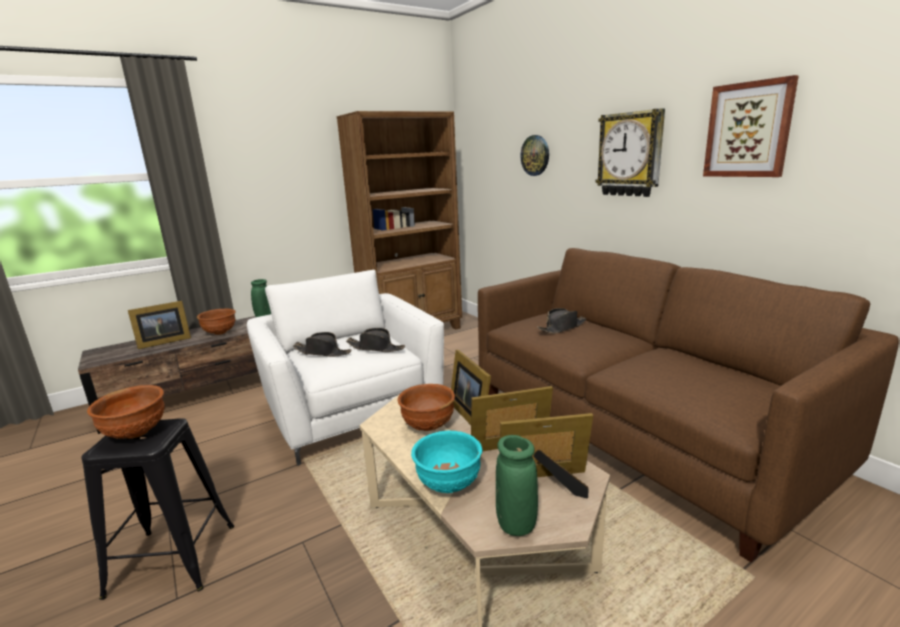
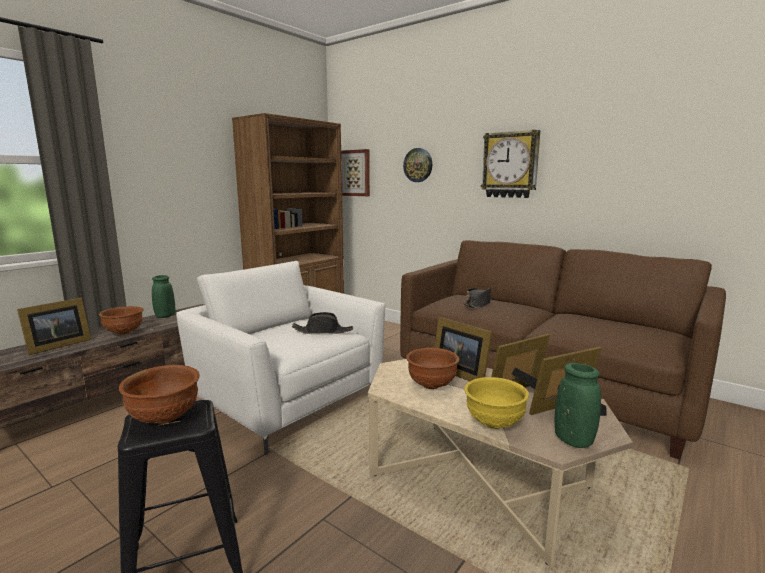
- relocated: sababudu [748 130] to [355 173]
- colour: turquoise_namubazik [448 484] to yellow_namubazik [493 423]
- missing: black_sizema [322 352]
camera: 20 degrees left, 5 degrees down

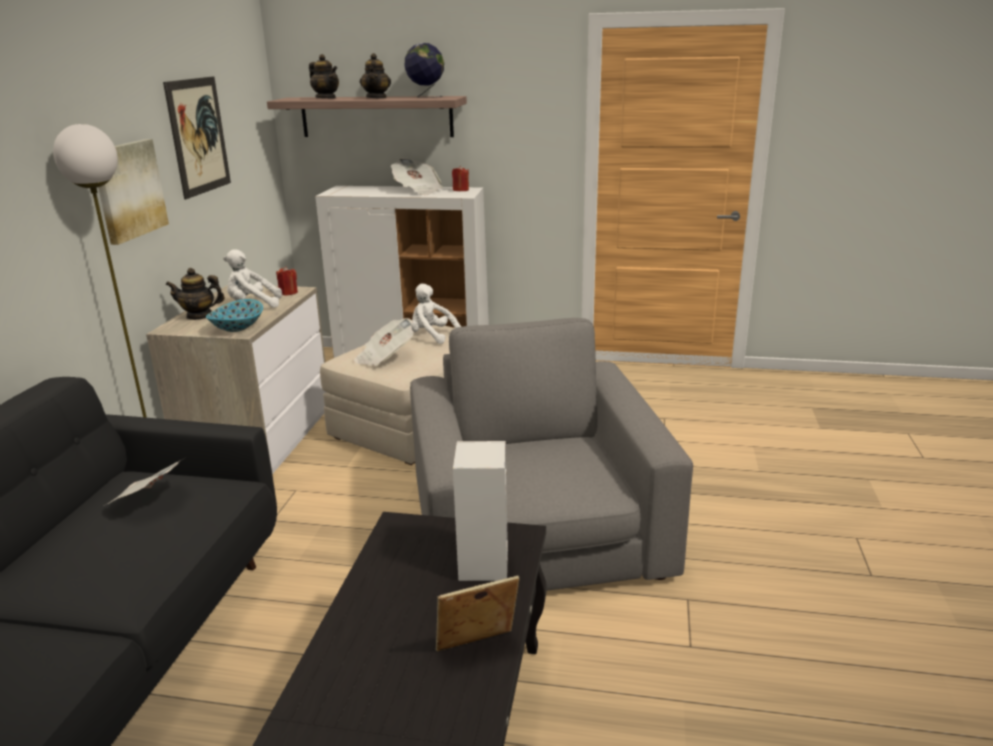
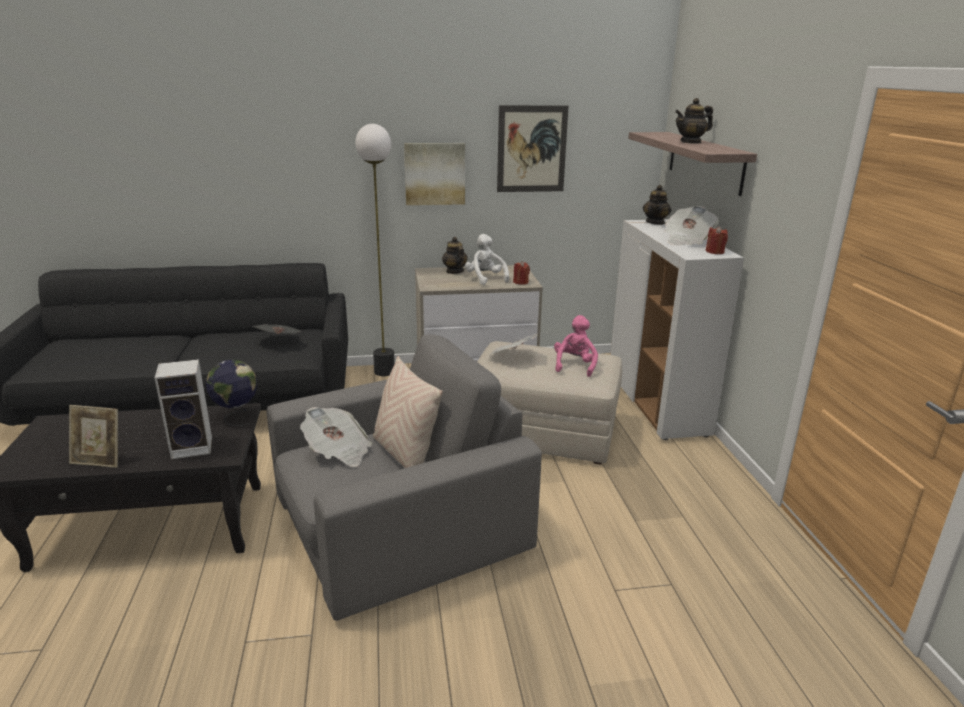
- spun: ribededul [477 650] = [99 460] 135 degrees clockwise
- relocated: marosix [426 97] to [236 417]
- appeared: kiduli [338 452]
- appeared: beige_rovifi [404 454]
- colour: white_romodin [432 336] to pink_romodin [574 365]
- relocated: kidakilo [326 98] to [655 222]
- missing: namubazik [237 328]
camera: 70 degrees right, 0 degrees up

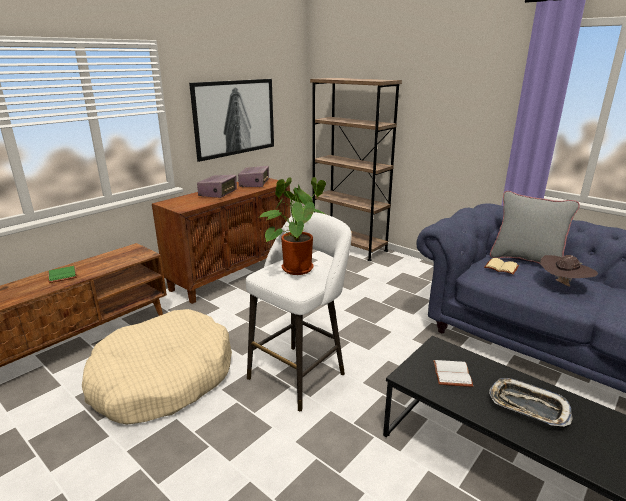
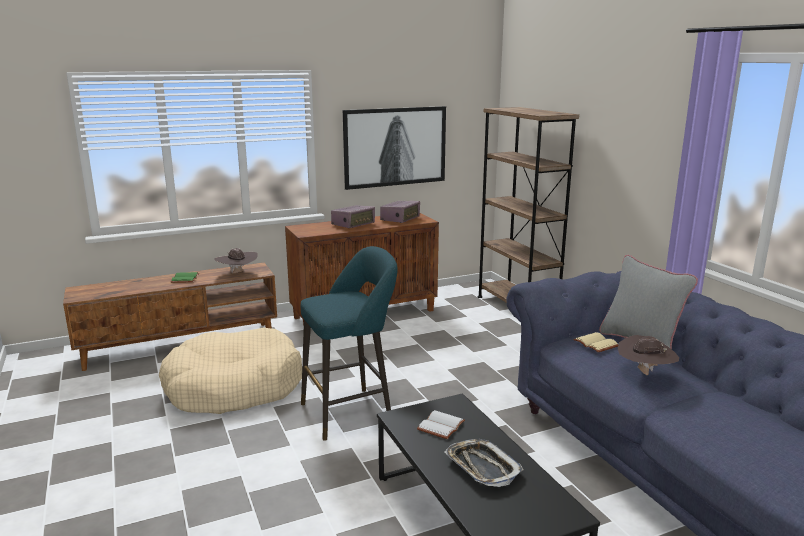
- appeared: brown_sizema [237 273]
- colour: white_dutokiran [300 373] to turquoise_dutokiran [351 412]
- missing: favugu [296 267]
camera: 25 degrees right, 5 degrees down

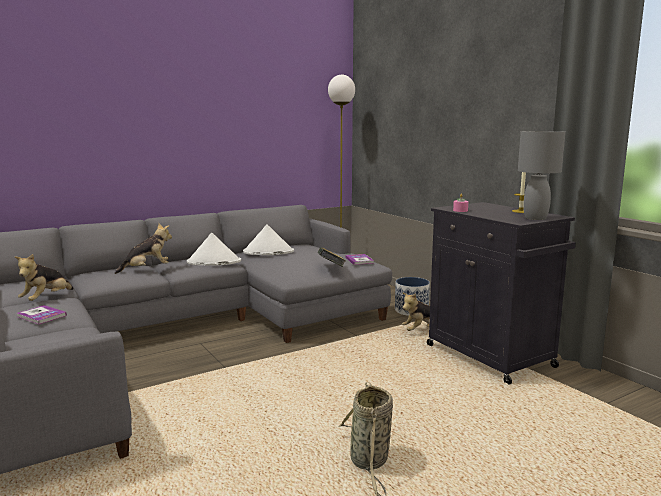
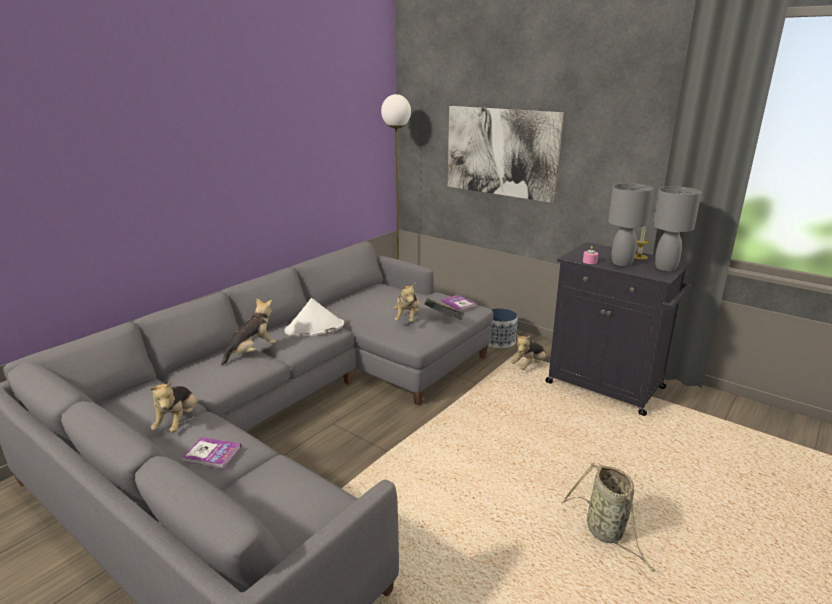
- appeared: romodin [407 318]
- appeared: sababudu [501 152]
- appeared: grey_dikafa [622 263]
- missing: white_sizema [268 252]
camera: 20 degrees left, 10 degrees up

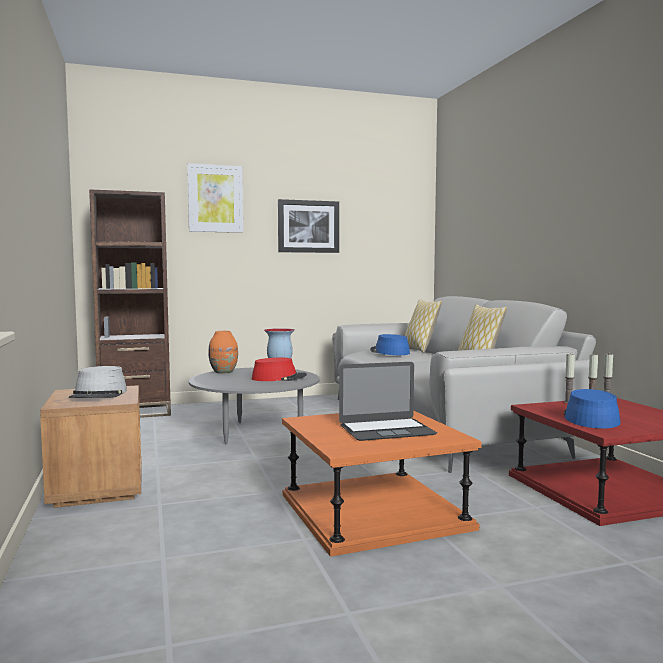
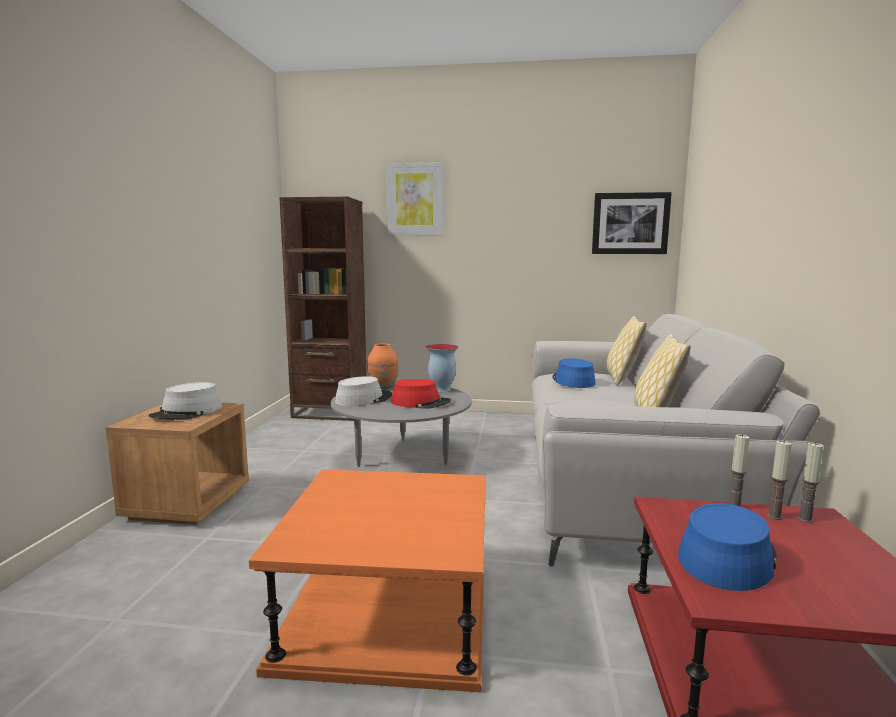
- appeared: grey_sizema [364 399]
- relocated: sababudu [308 226] to [630 223]
- missing: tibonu [386 430]
camera: 25 degrees right, 5 degrees up

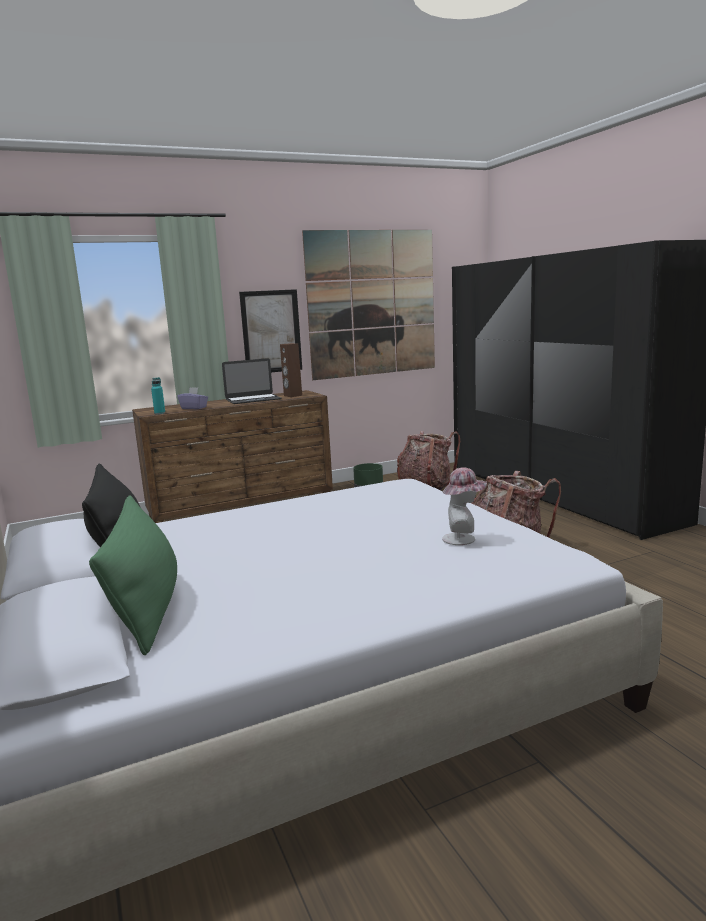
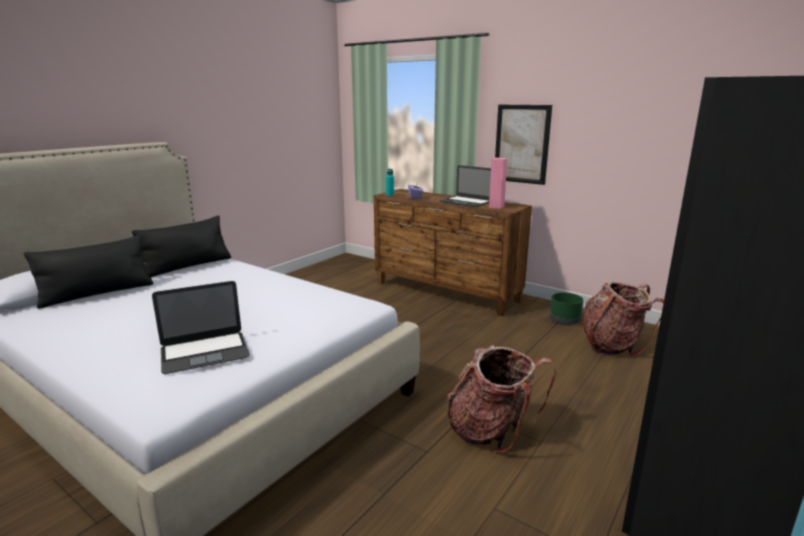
- colour: green_rovifi [146 609] to black_rovifi [97 294]
- exchanged: sizema [463 538] to tibonu [205 352]
- colour: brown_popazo [292 395] to pink_popazo [496 207]
- missing: sababudu [372 303]
camera: 60 degrees right, 5 degrees up

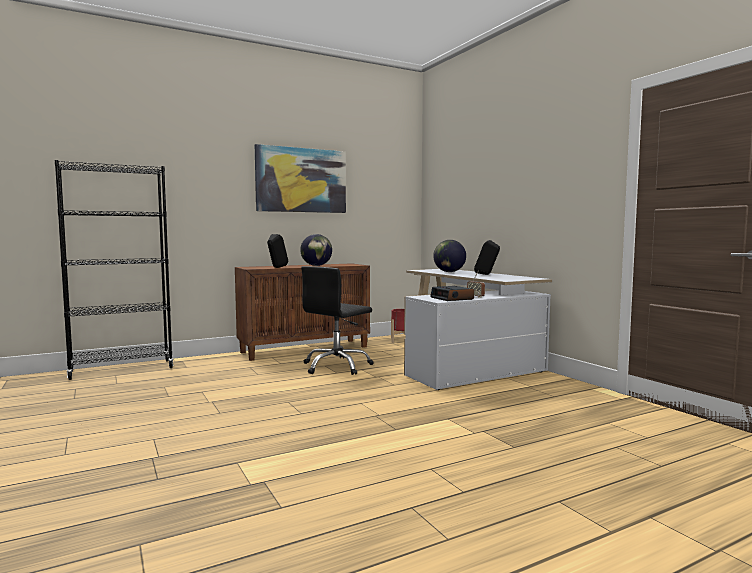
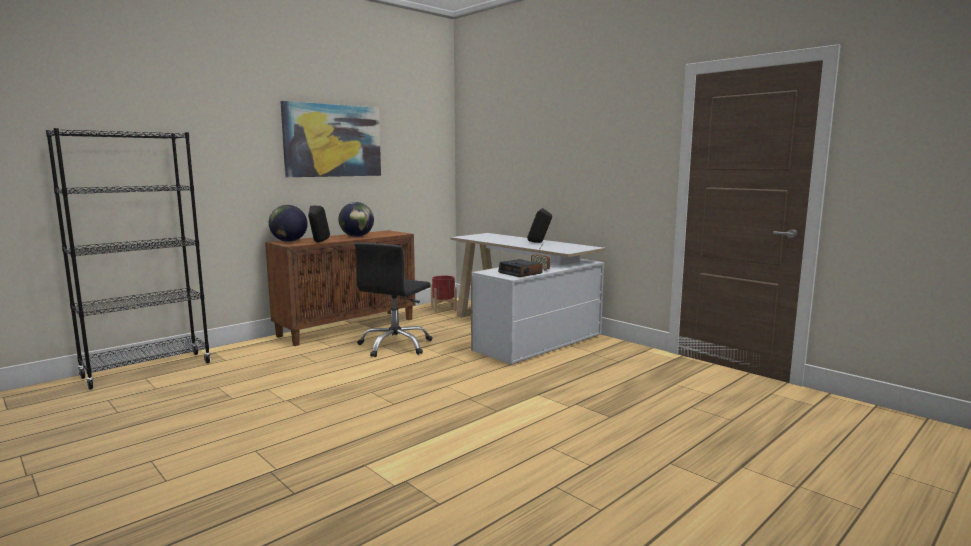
- relocated: marosix [449 272] to [289 241]
camera: 15 degrees left, 5 degrees up

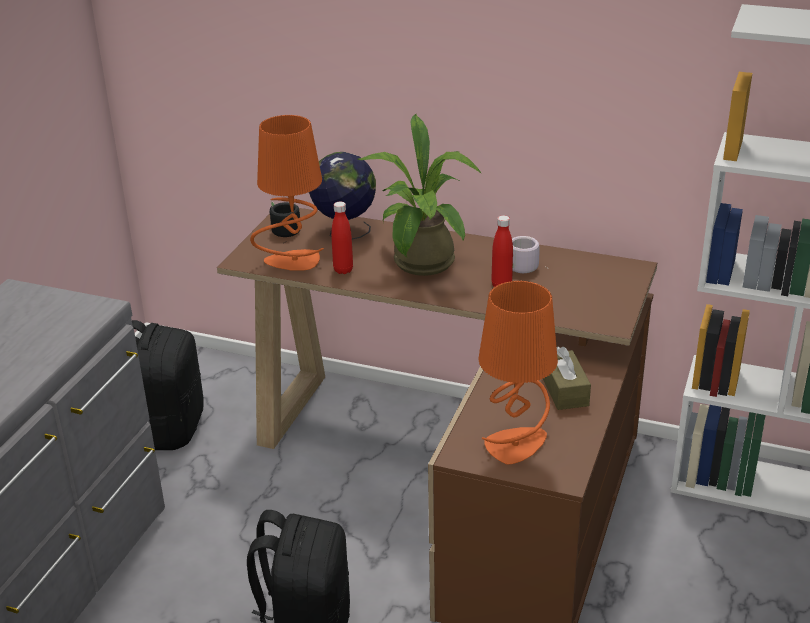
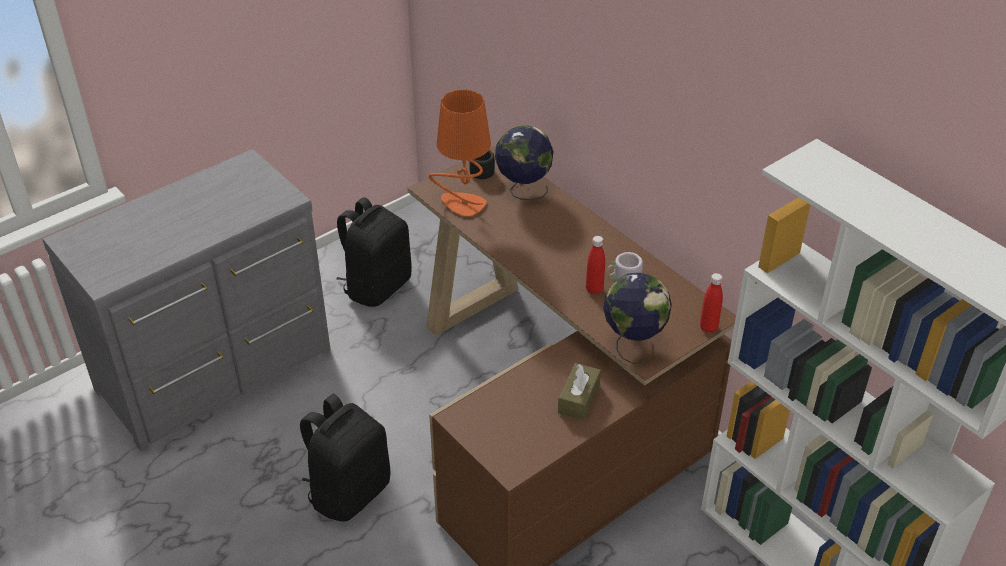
- appeared: marosix [633 343]
- relocated: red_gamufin [343 270] to [708 327]
- missing: favugu [422 267]
- missing: orange_dikafa [516 445]
camera: 30 degrees right, 10 degrees up

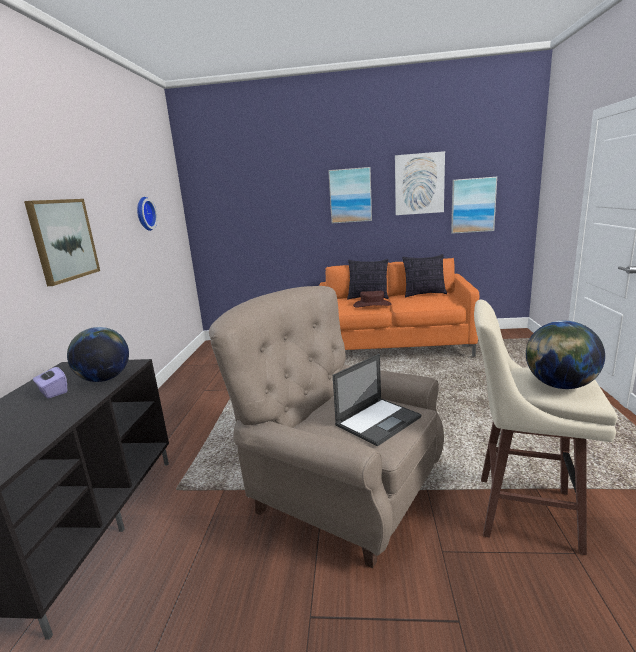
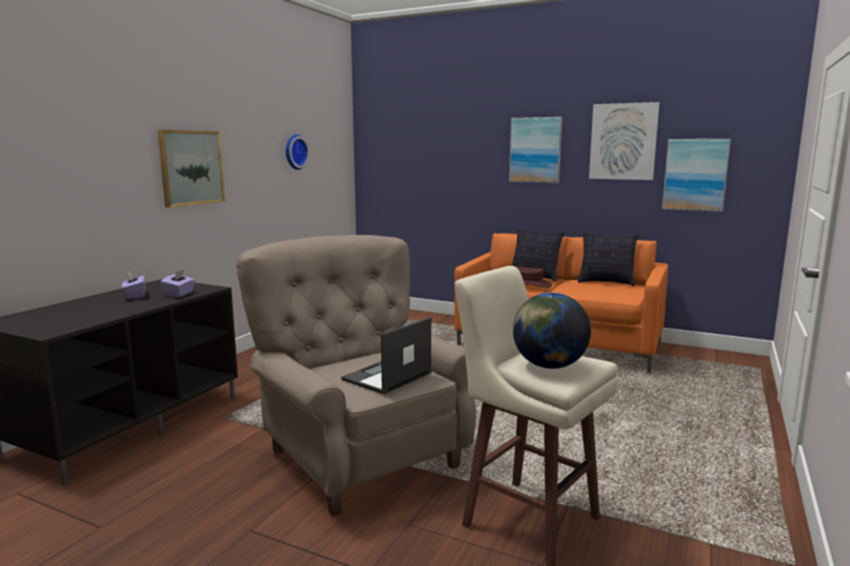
- exchanged: marosix [104 379] to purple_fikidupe [179 294]
- spun: tibonu [378 420] = [386 376] 150 degrees clockwise
camera: 20 degrees right, 5 degrees down

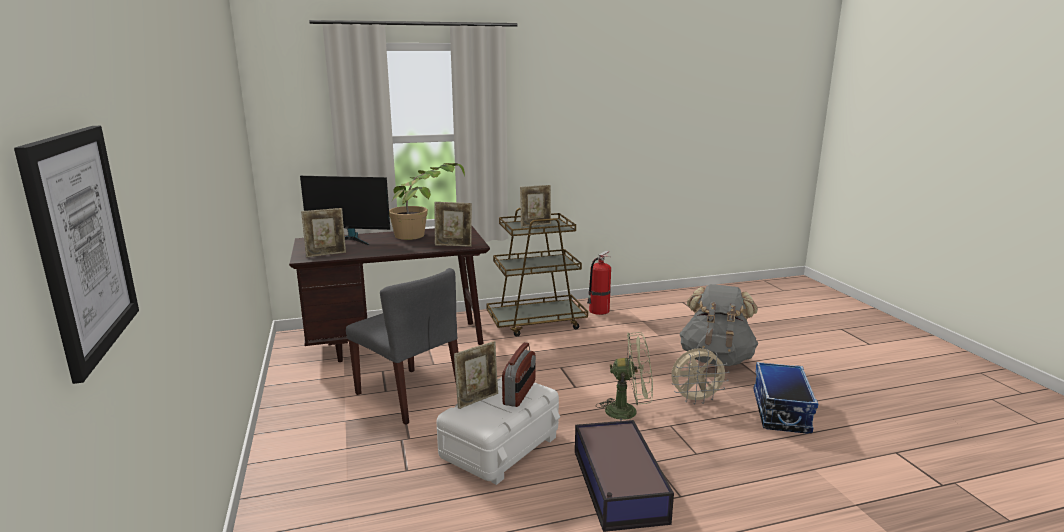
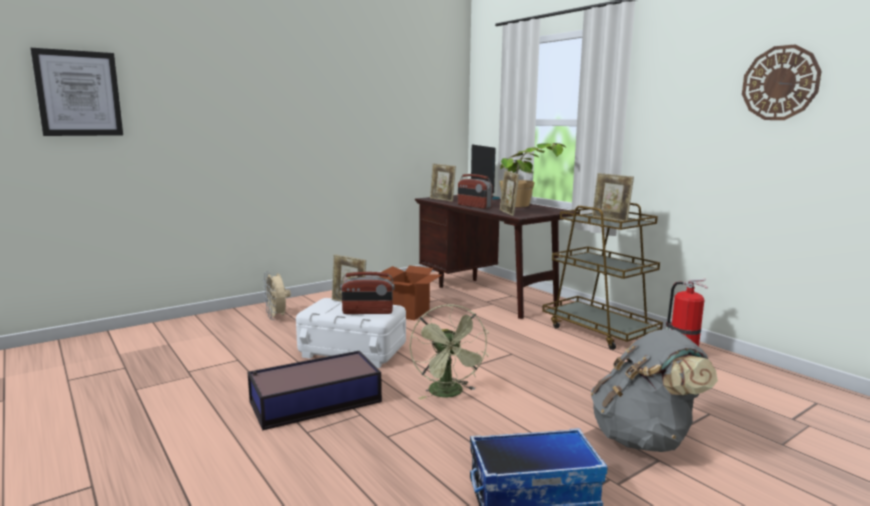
- relocated: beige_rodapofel [695 400] to [277 317]
- exchanged: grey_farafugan [410 395] to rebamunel [409 313]
- appeared: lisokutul [474 206]
- appeared: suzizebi [780 83]
camera: 70 degrees right, 5 degrees down

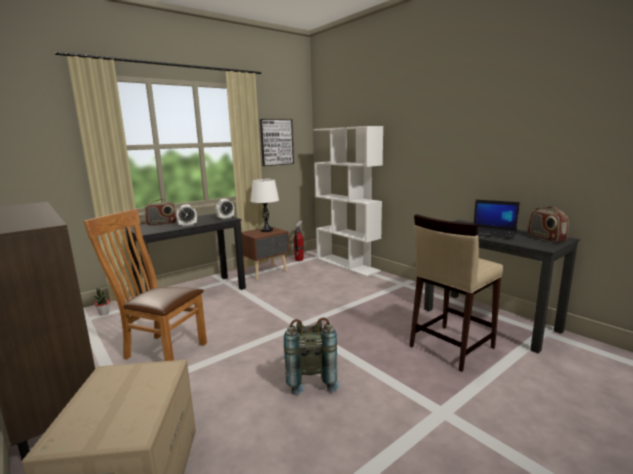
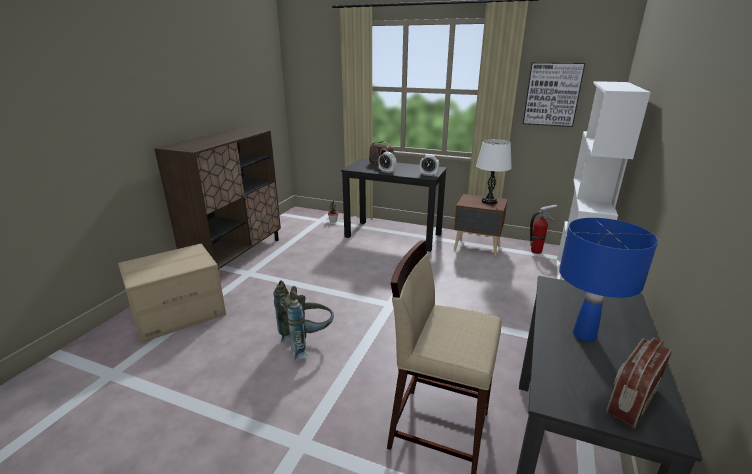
- exchanged: tibonu [492 233] to blue_dikafa [584 335]
- missing: brown_farafugan [161 350]
camera: 60 degrees right, 10 degrees up

